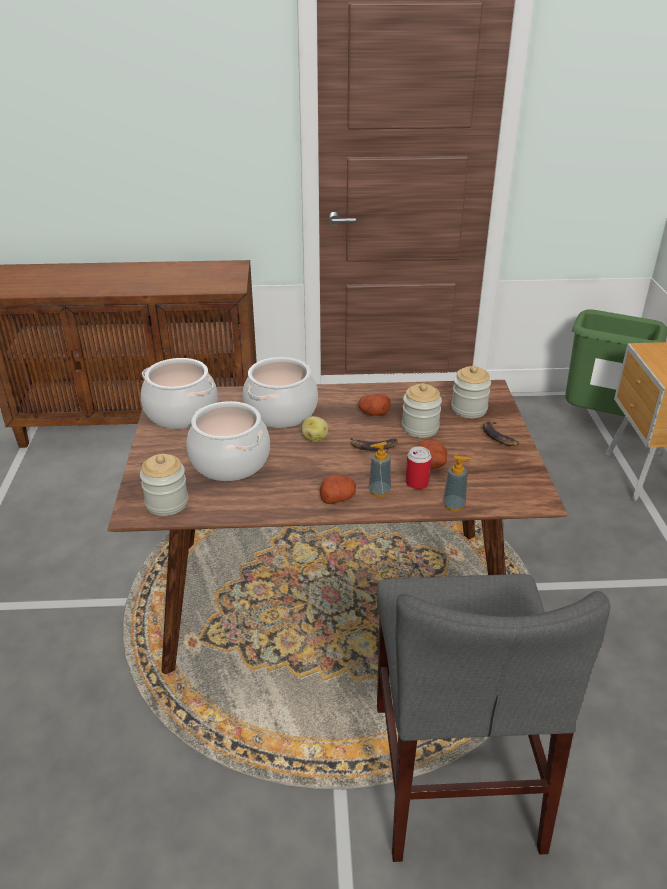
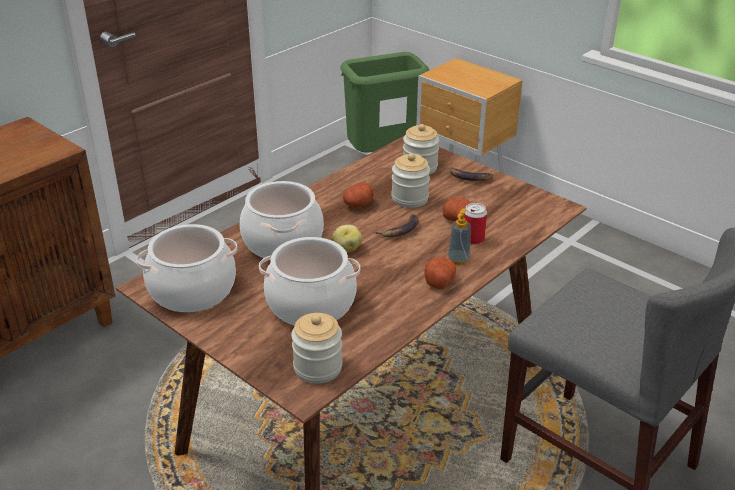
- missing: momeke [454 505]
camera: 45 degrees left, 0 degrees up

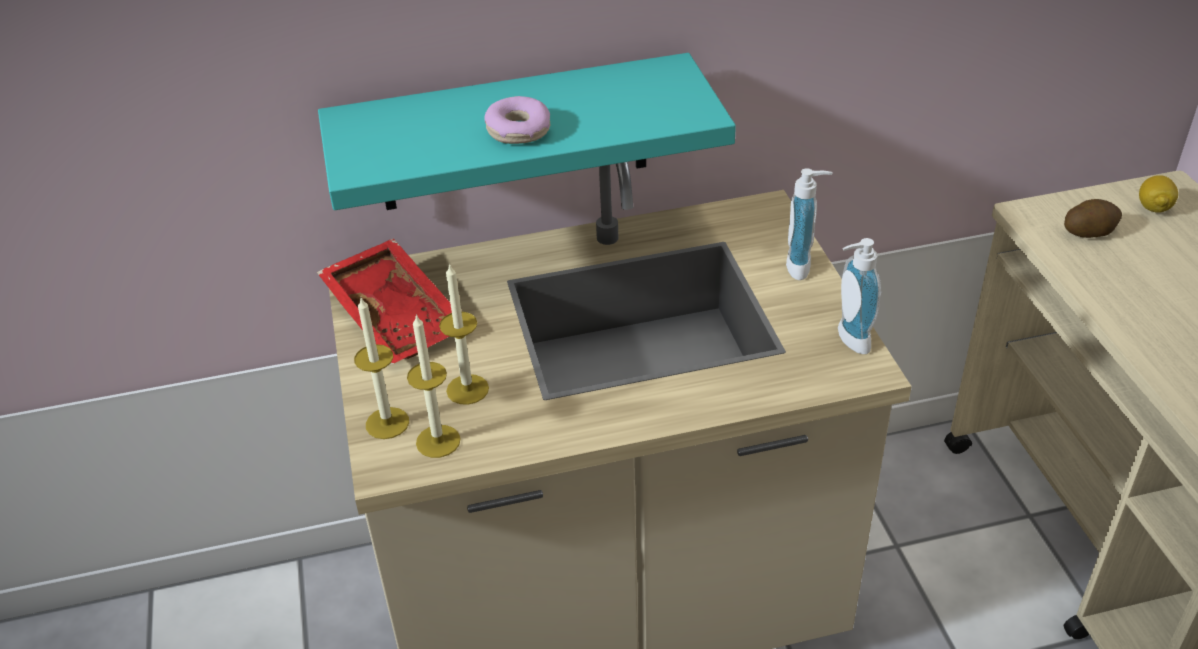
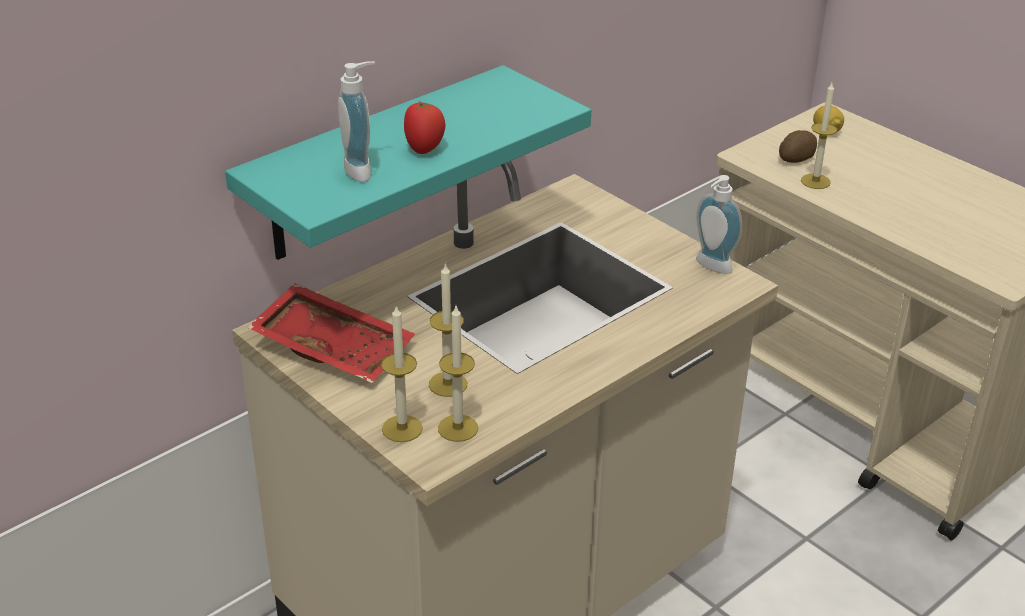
- relocated: momeke [803 266] to [363 170]
- exchanged: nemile [518 131] to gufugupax [425 149]
- appeared: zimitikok [815 181]
camera: 30 degrees left, 5 degrees down

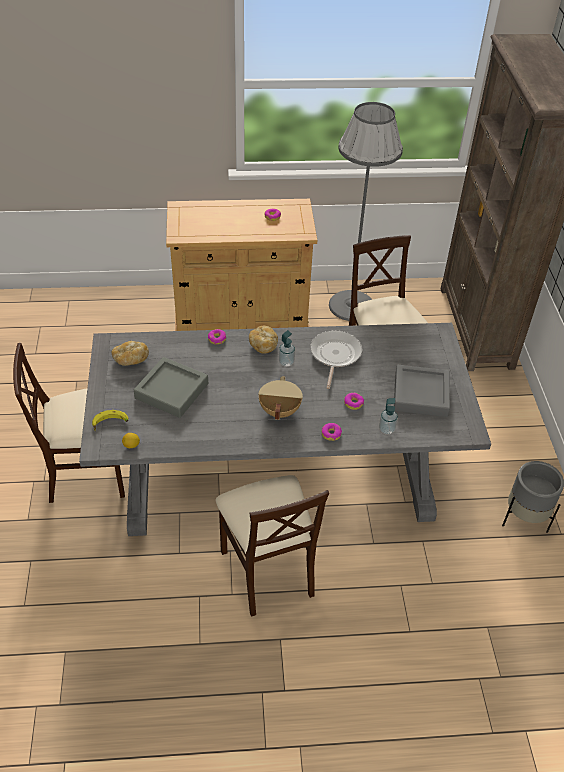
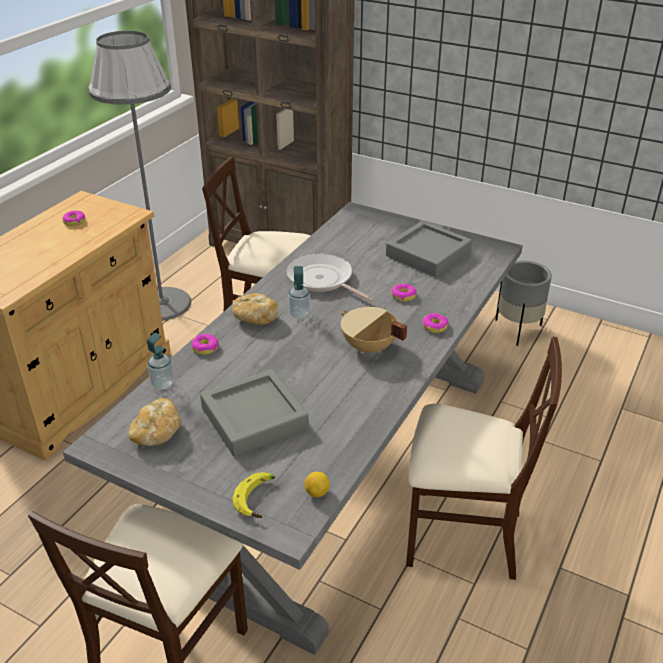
- relocated: momeke [386 429] to [162 384]
camera: 55 degrees left, 10 degrees down

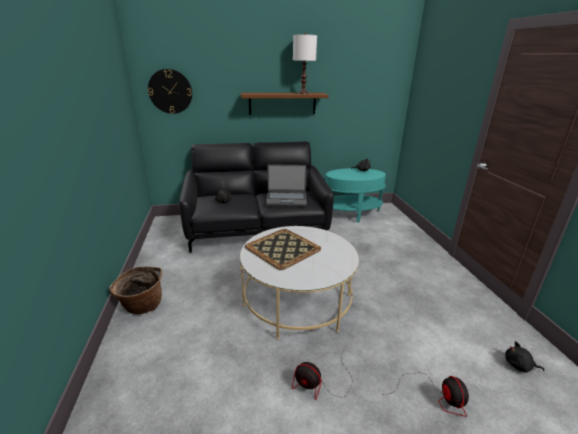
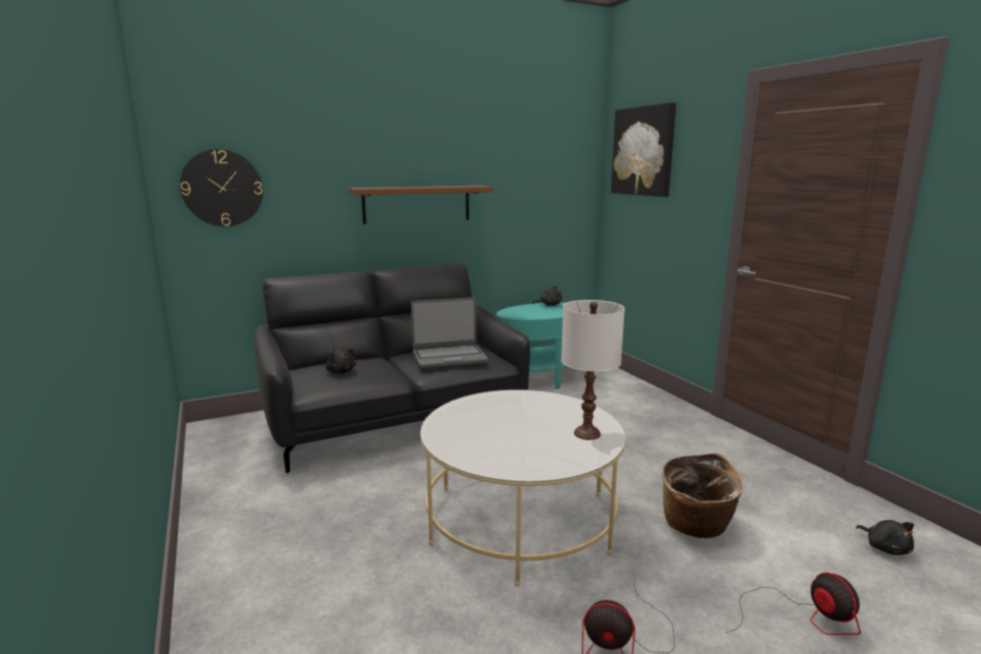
- relocated: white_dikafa [303 93] to [587 434]
- appeared: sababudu [643 151]
- relocated: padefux [142 306] to [696 527]
- spun: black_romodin [519 366] = [885 548] 120 degrees counterclockwise
- missing: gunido [283 248]
camera: 15 degrees left, 10 degrees down

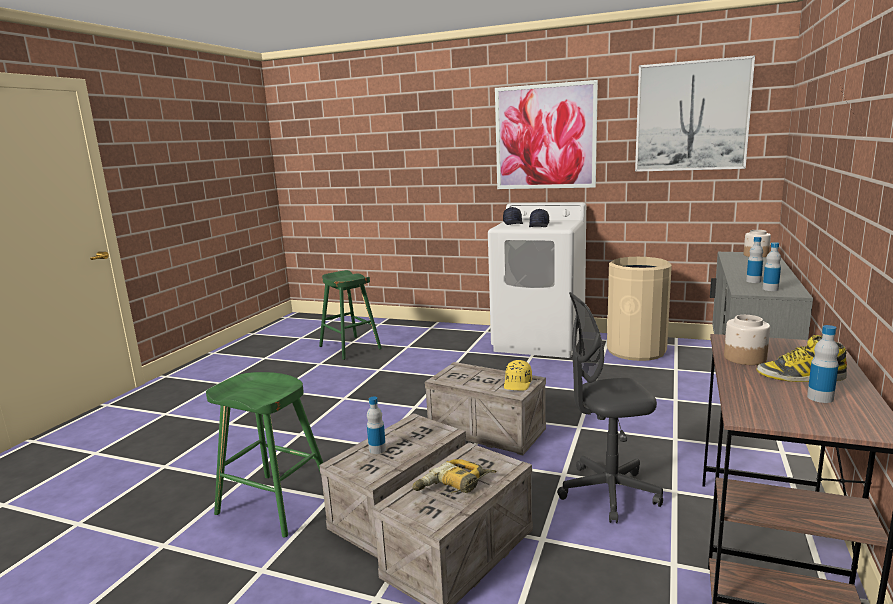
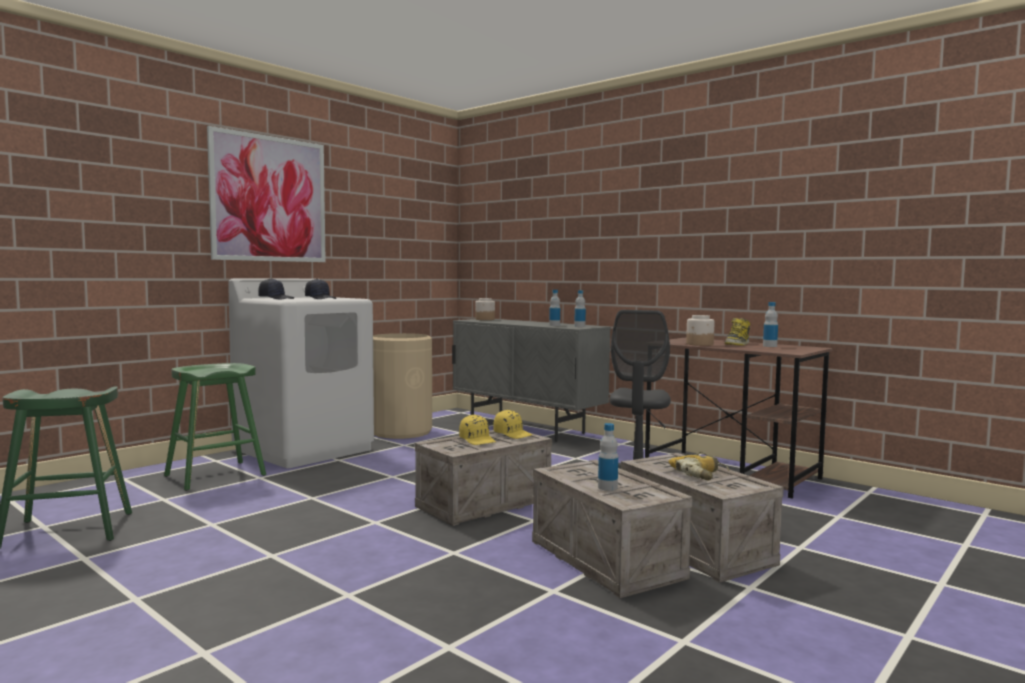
- relocated: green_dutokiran [275 504] to [215 475]
- appeared: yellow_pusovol [478 440]
- missing: sababudu [691 116]
camera: 70 degrees left, 10 degrees down

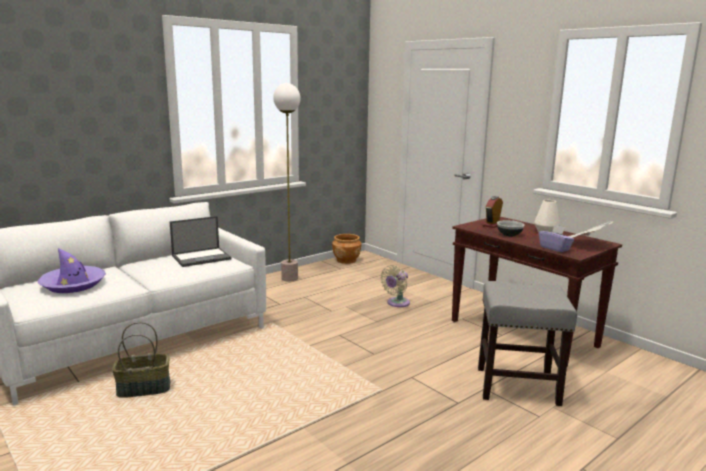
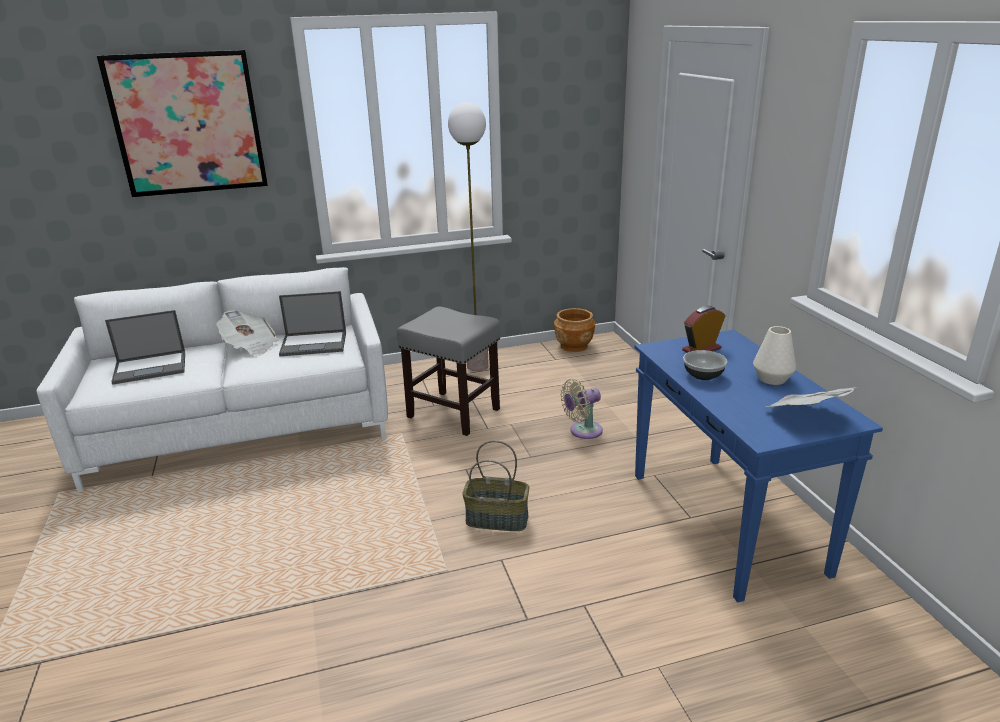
- appeared: sababudu [188 123]
- exchanged: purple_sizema [73 285] to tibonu [151 367]
- appeared: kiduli [250 346]
- relocated: grey_dutokiran [518 386] to [454 413]
- relocated: padefux [144 389] to [497 519]
- colour: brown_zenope [524 334] to blue_zenope [726 523]
- missing: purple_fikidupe [555 248]
camera: 25 degrees right, 10 degrees up

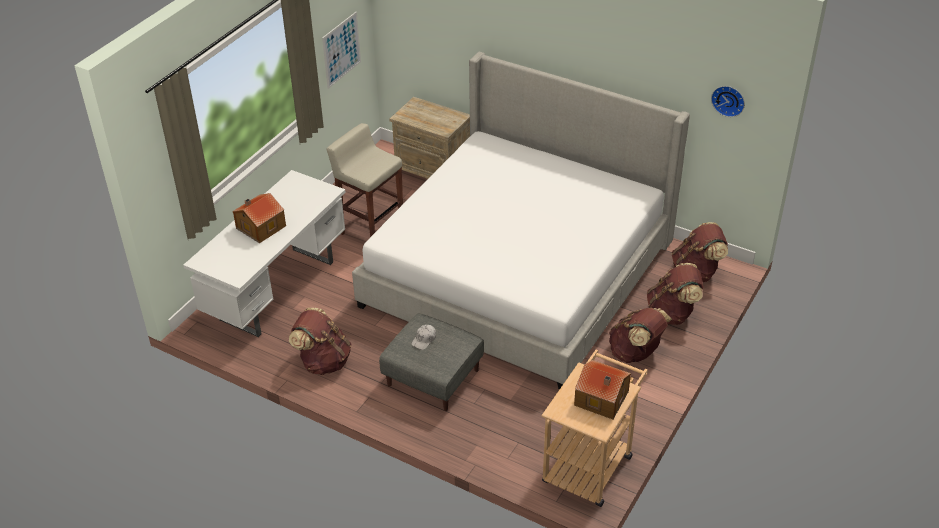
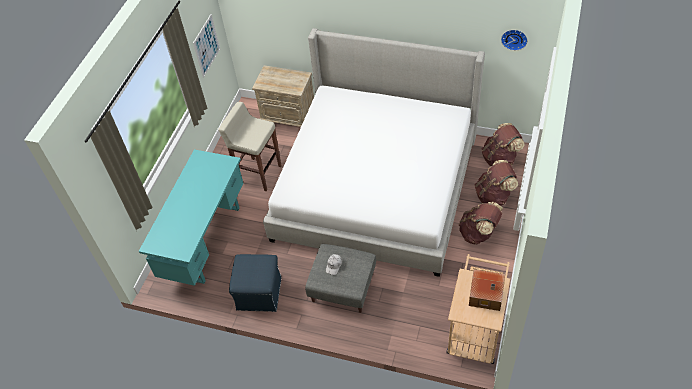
- colour: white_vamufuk [277 290] to turquoise_vamufuk [205 240]
- exchanged: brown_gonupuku [323 361] to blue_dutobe [259 293]
- missing: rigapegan [260 227]
camera: 10 degrees left, 10 degrees up

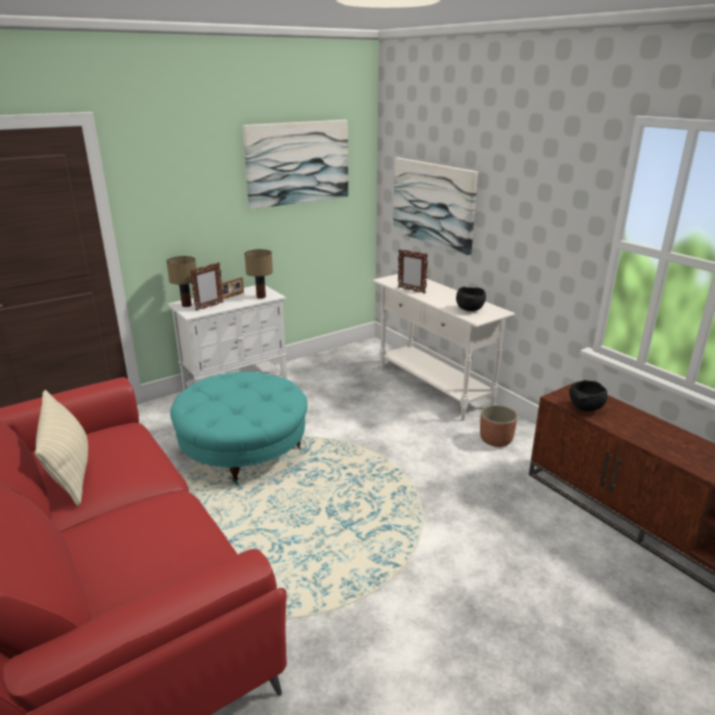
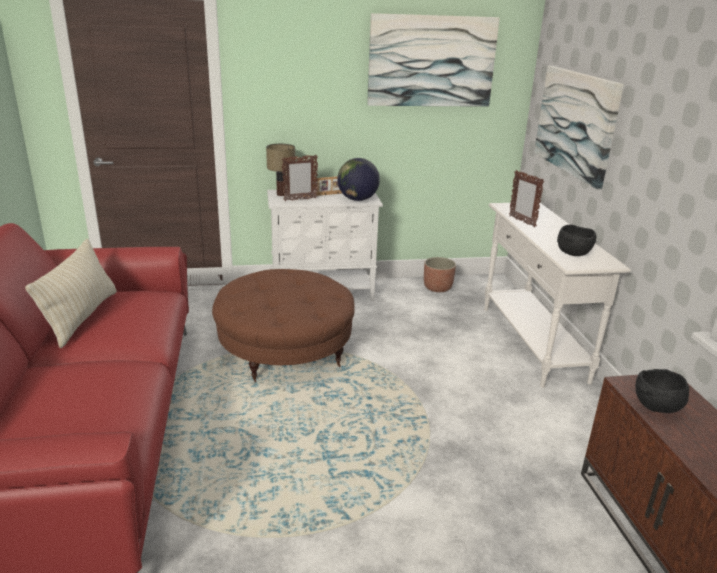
- colour: turquoise_dutobe [244 451] to brown_dutobe [285 352]
- exchanged: dikafa [260 297] to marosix [357 199]
- relocated: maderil [496 440] to [438 288]
camera: 25 degrees right, 0 degrees up

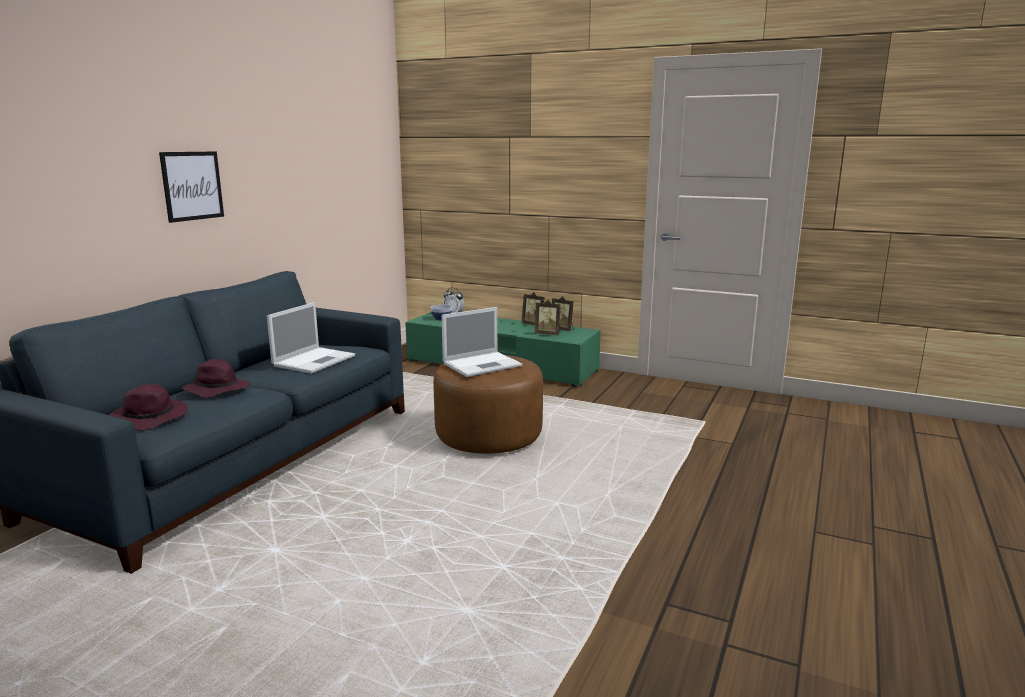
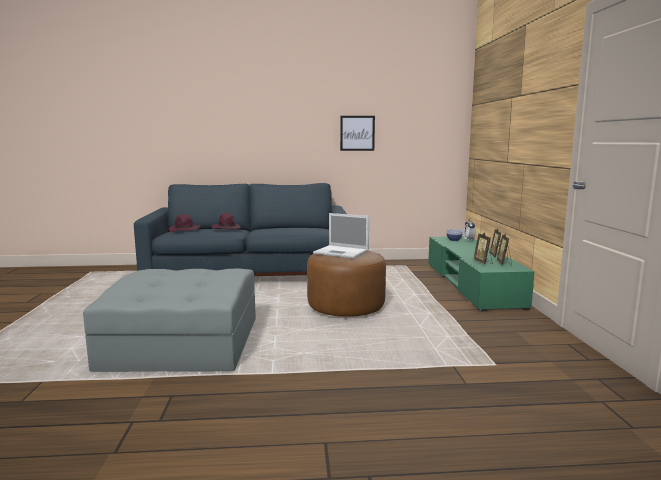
- appeared: grey_dutobe [182 342]
- relocated: sababudu [192 186] to [357 133]
- missing: tibonu [315 360]
camera: 60 degrees right, 5 degrees down

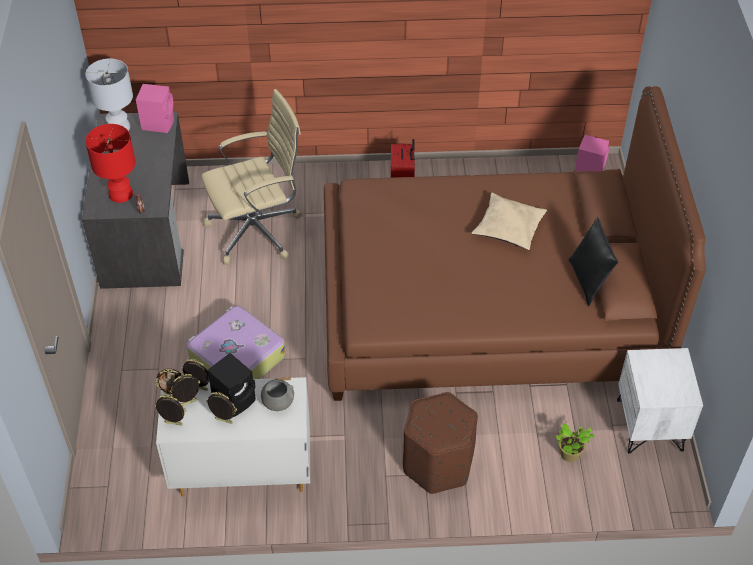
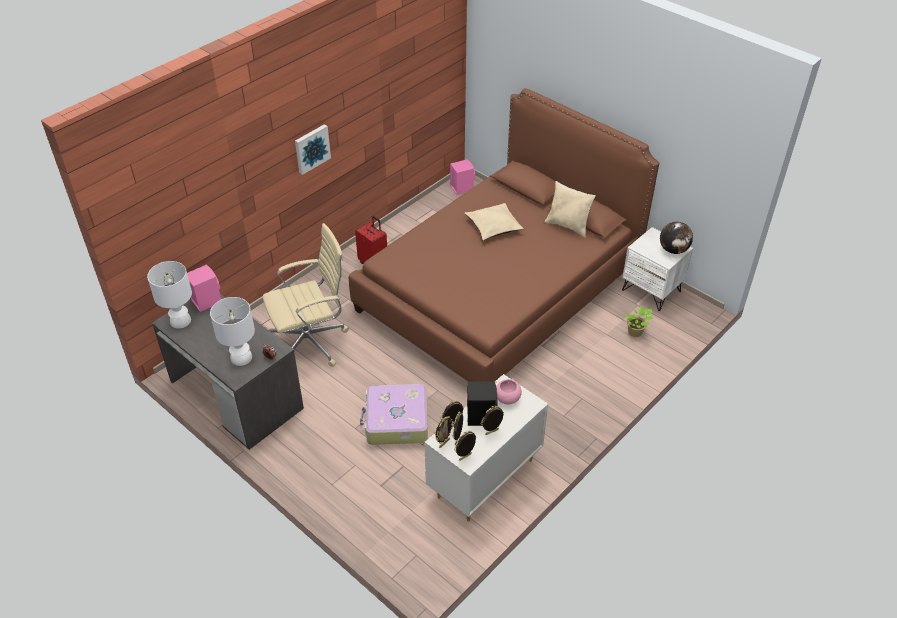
- colour: red_dikafa [120 194] to white_dikafa [241 358]
- spun: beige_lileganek [257 230] = [311 342] 45 degrees clockwise
- appeared: sababudu [311 148]
- colour: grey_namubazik [277 402] to pink_namubazik [507 398]
- colour: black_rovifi [589 281] to beige_rovifi [568 226]
- appeared: marosix [673 250]
- missing: brown_dutobe [437 464]
camera: 45 degrees left, 5 degrees down

